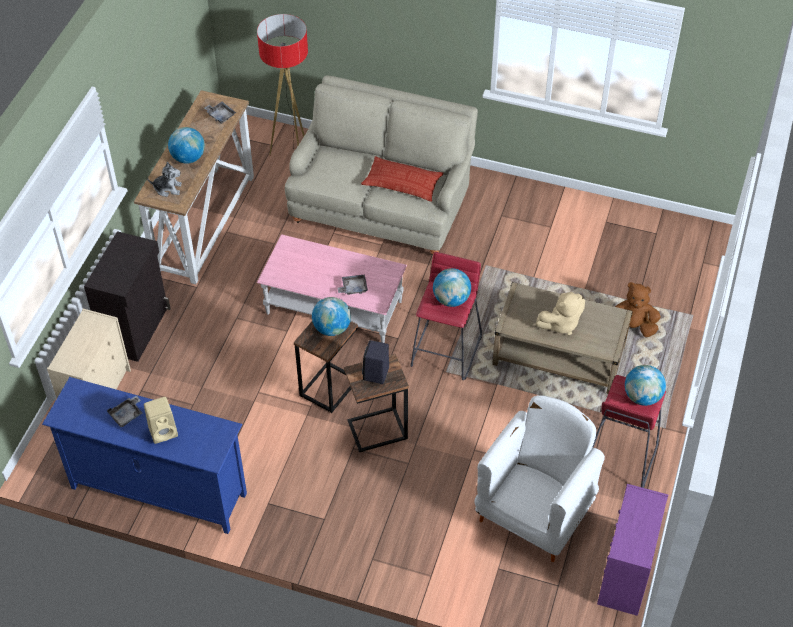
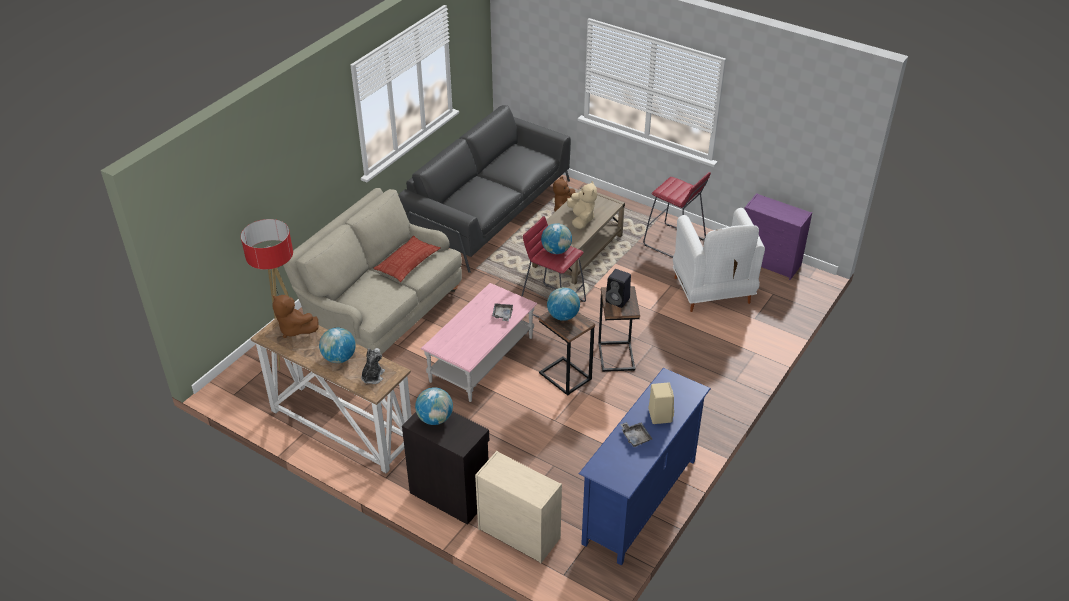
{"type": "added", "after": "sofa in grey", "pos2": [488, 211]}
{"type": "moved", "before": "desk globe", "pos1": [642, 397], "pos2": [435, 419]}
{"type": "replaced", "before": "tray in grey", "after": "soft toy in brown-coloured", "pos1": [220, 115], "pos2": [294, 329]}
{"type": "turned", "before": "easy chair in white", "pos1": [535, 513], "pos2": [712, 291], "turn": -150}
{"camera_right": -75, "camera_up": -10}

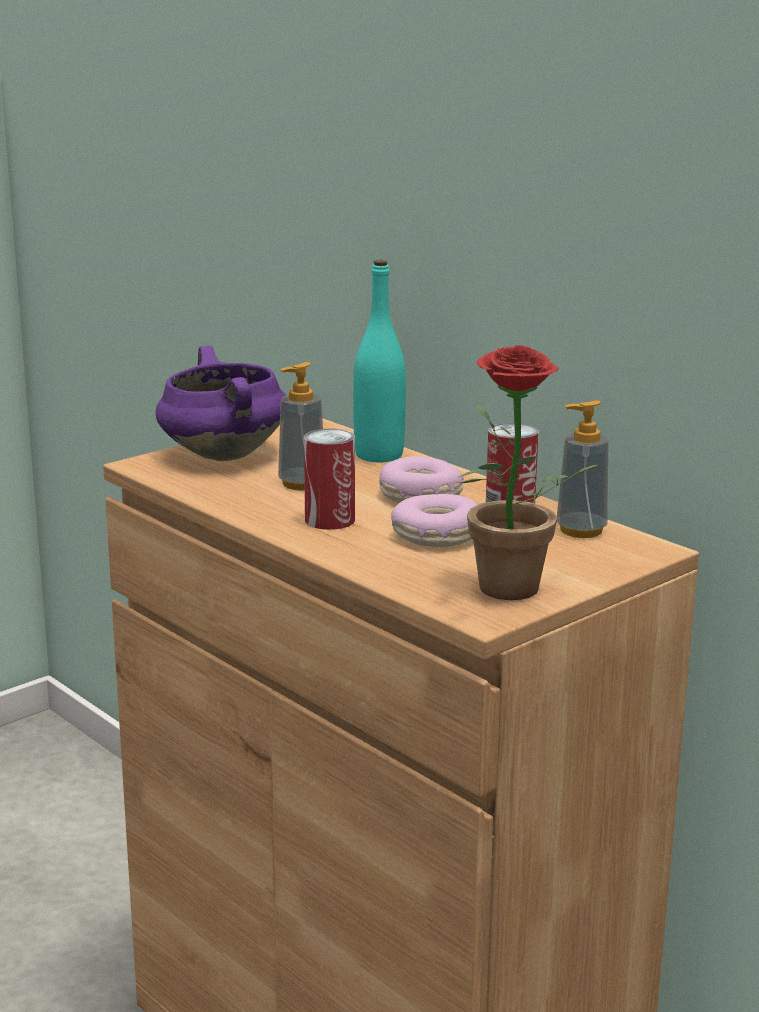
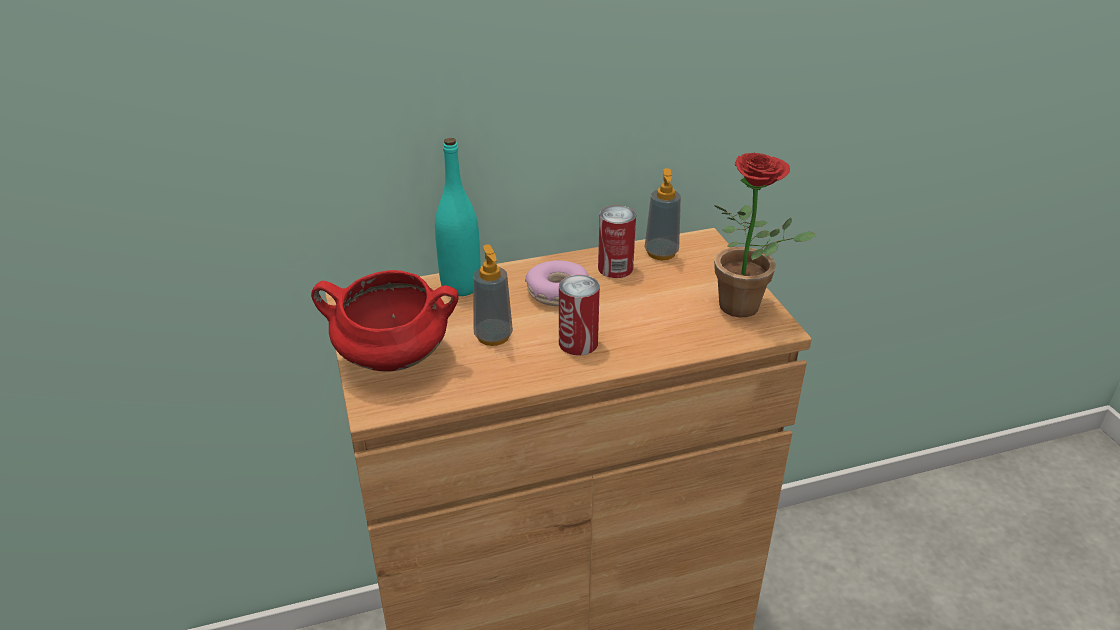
{"type": "removed", "before": "donut", "pos1": [437, 535]}
{"type": "recoloured", "before": "stockpot in purple", "after": "stockpot in reddish", "pos1": [221, 455], "pos2": [391, 359]}
{"camera_right": -65, "camera_up": 15}

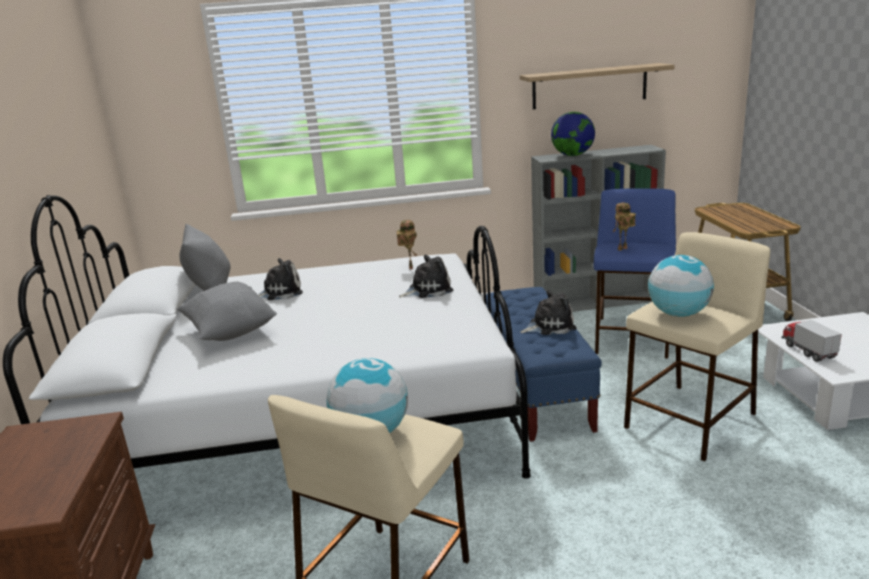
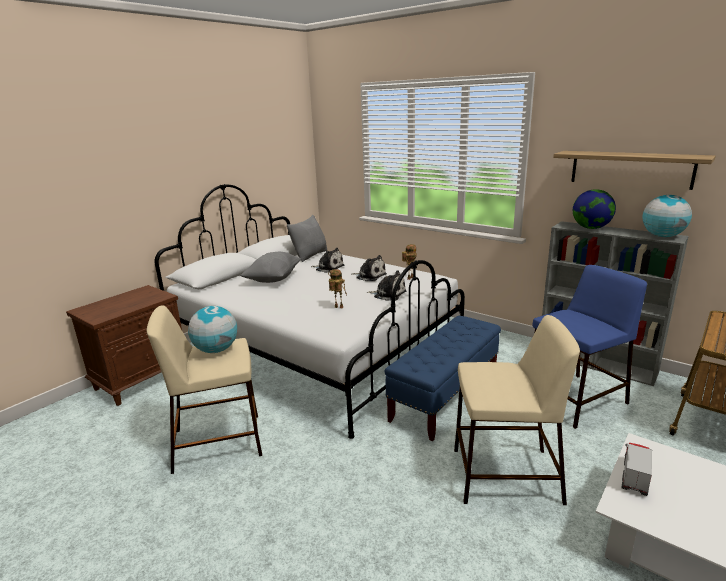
{"type": "moved", "before": "soft toy", "pos1": [549, 326], "pos2": [370, 276]}
{"type": "moved", "before": "toy robot", "pos1": [622, 249], "pos2": [338, 307]}
{"type": "moved", "before": "desk globe", "pos1": [678, 314], "pos2": [662, 236]}
{"camera_right": 45, "camera_up": 0}

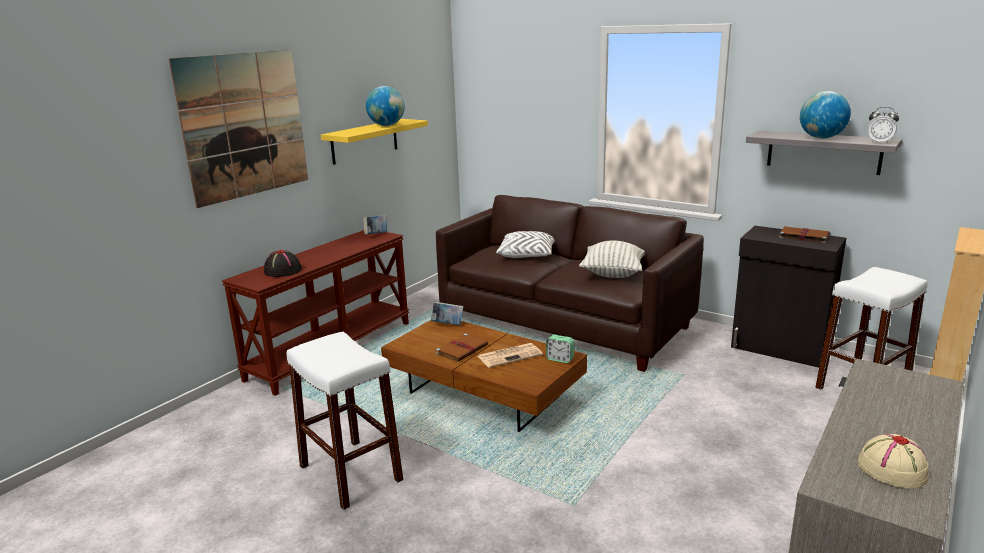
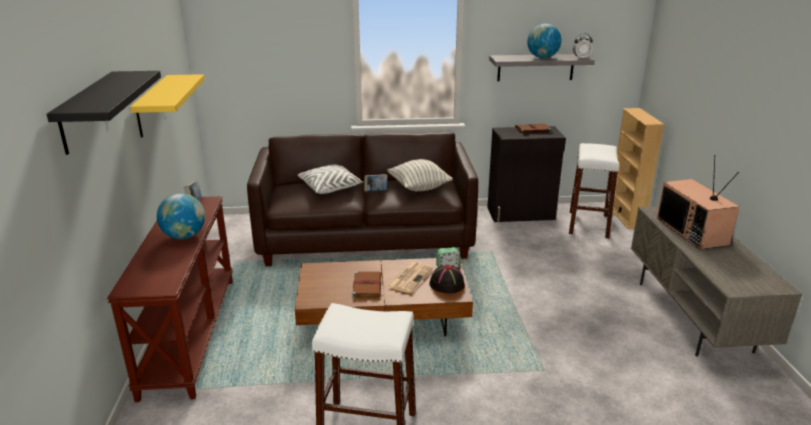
{"type": "removed", "before": "hat in beige", "pos1": [891, 469]}
{"type": "added", "after": "TV", "pos2": [693, 231]}
{"type": "moved", "before": "hat in black-coloured", "pos1": [282, 271], "pos2": [446, 284]}
{"type": "moved", "before": "desk globe", "pos1": [386, 125], "pos2": [184, 236]}
{"type": "moved", "before": "volume", "pos1": [448, 324], "pos2": [376, 192]}
{"type": "replaced", "before": "wall picture", "after": "wall shelf in black-coloured", "pos1": [244, 125], "pos2": [87, 111]}
{"camera_right": -40, "camera_up": 5}

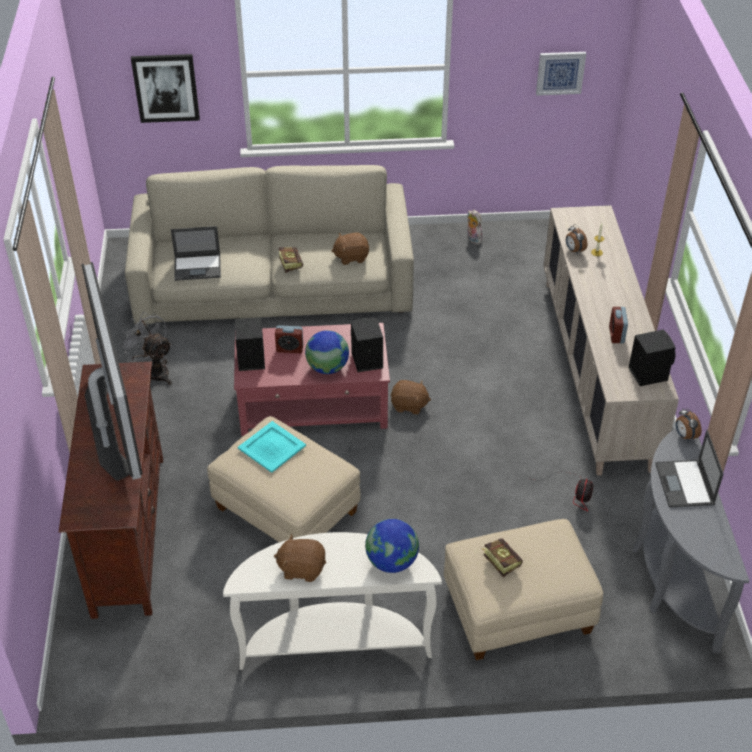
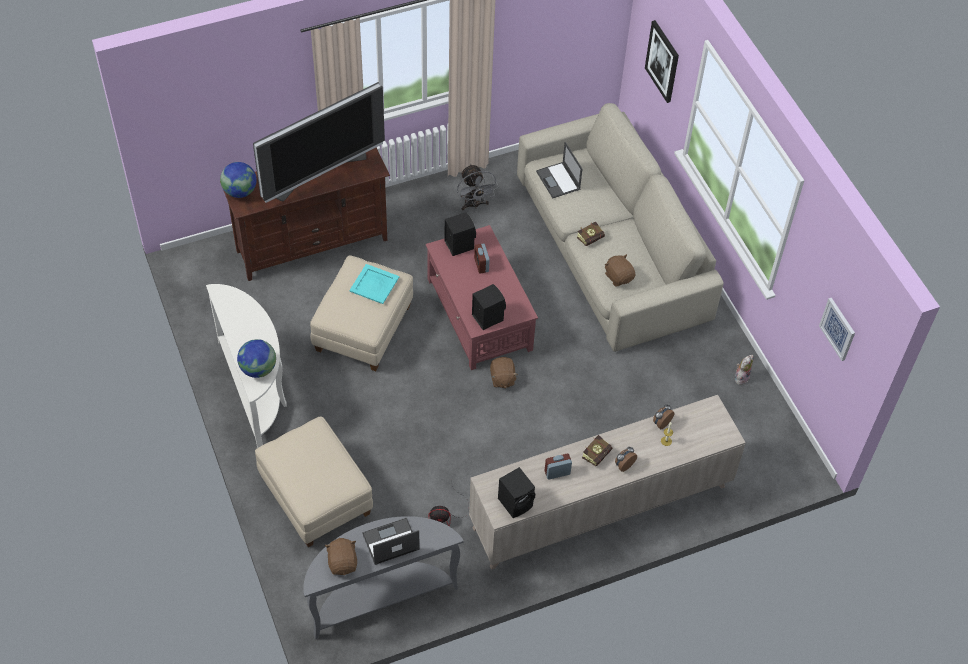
{"type": "moved", "before": "soft toy in brown-coloured", "pos1": [302, 568], "pos2": [343, 562]}
{"type": "moved", "before": "desk globe", "pos1": [327, 368], "pos2": [240, 191]}
{"type": "moved", "before": "volume", "pos1": [499, 560], "pos2": [598, 454]}
{"type": "moved", "before": "bedside clock", "pos1": [684, 436], "pos2": [623, 465]}
{"type": "turned", "before": "electric fan in grey", "pos1": [154, 371], "pos2": [474, 205], "turn": 135}
{"camera_right": 70, "camera_up": 10}

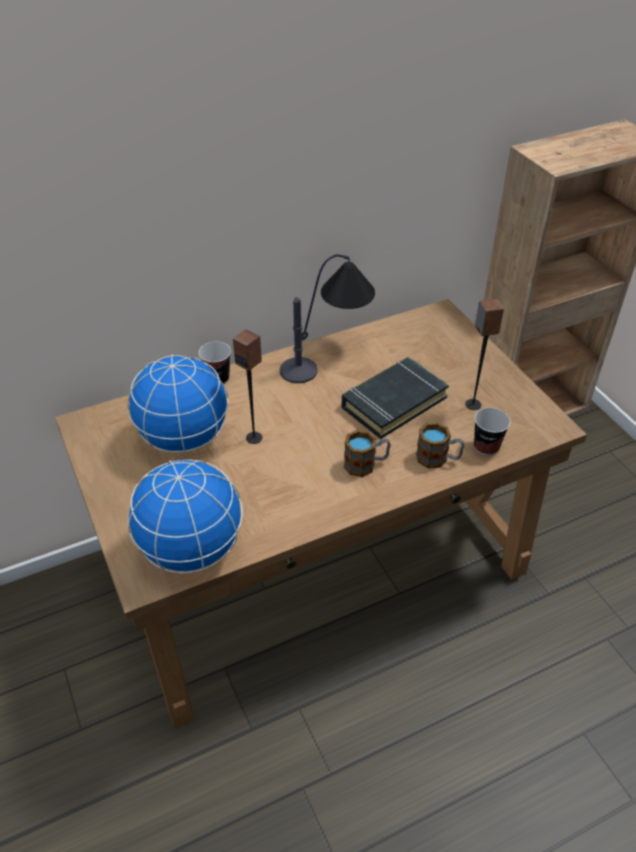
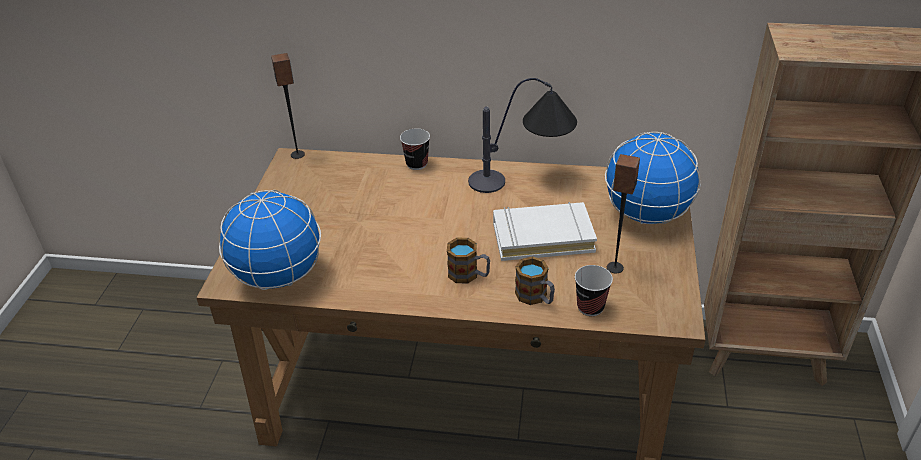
{"type": "moved", "before": "desk globe", "pos1": [184, 439], "pos2": [646, 215]}
{"type": "moved", "before": "speaker", "pos1": [254, 437], "pos2": [298, 154]}
{"type": "recoloured", "before": "volume in black-coloured", "after": "volume in white", "pos1": [393, 402], "pos2": [542, 237]}
{"camera_right": 35, "camera_up": -5}

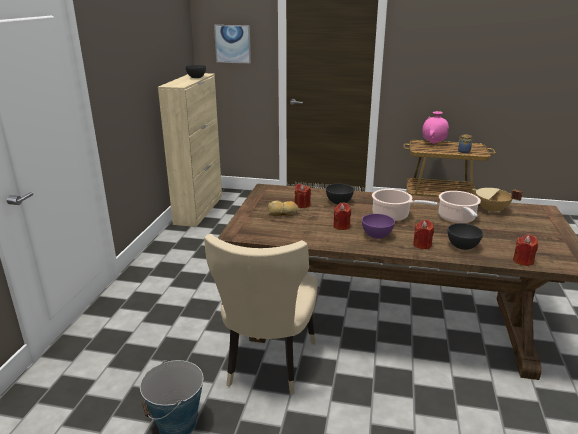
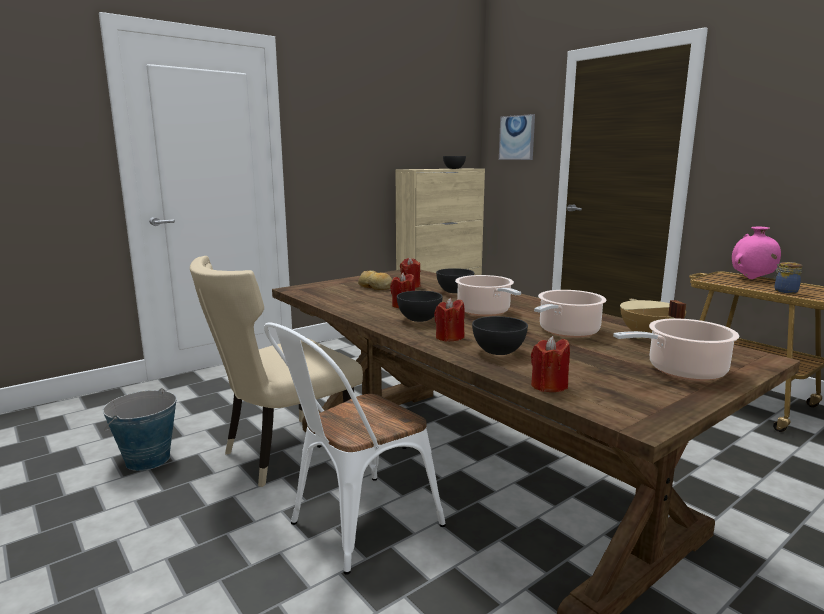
{"type": "added", "after": "plain chair in white", "pos2": [354, 526]}
{"type": "added", "after": "stockpot", "pos2": [682, 371]}
{"type": "recoloured", "before": "serving bowl in purple", "after": "serving bowl in grey", "pos1": [376, 235], "pos2": [419, 319]}
{"camera_right": 40, "camera_up": -10}

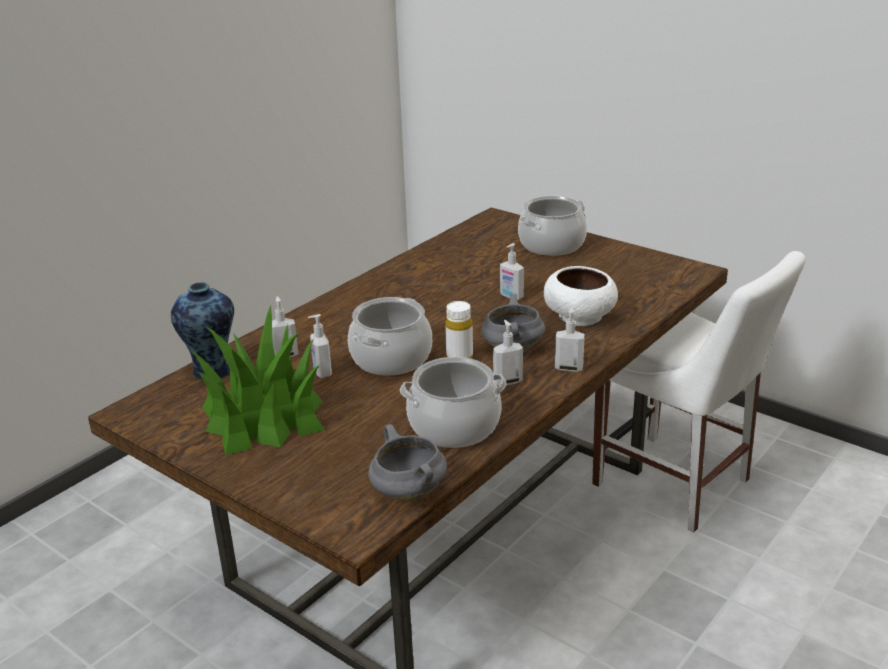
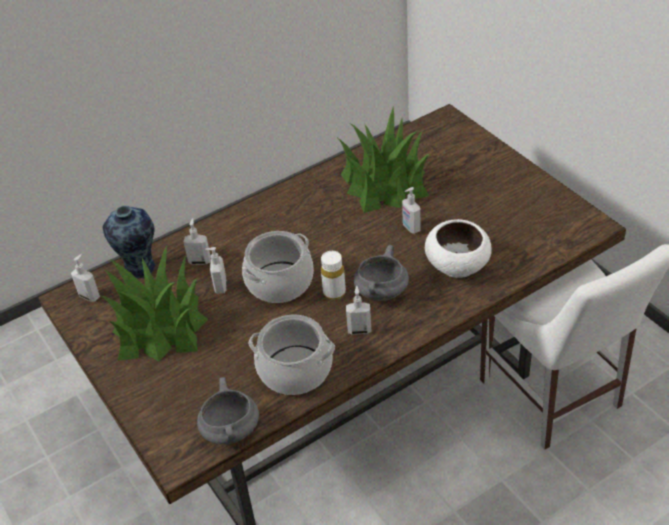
{"type": "removed", "before": "stockpot", "pos1": [552, 245]}
{"type": "added", "after": "plant in a pot", "pos2": [385, 184]}
{"type": "moved", "before": "soap dispenser", "pos1": [569, 368], "pos2": [90, 296]}
{"camera_right": 20, "camera_up": 15}

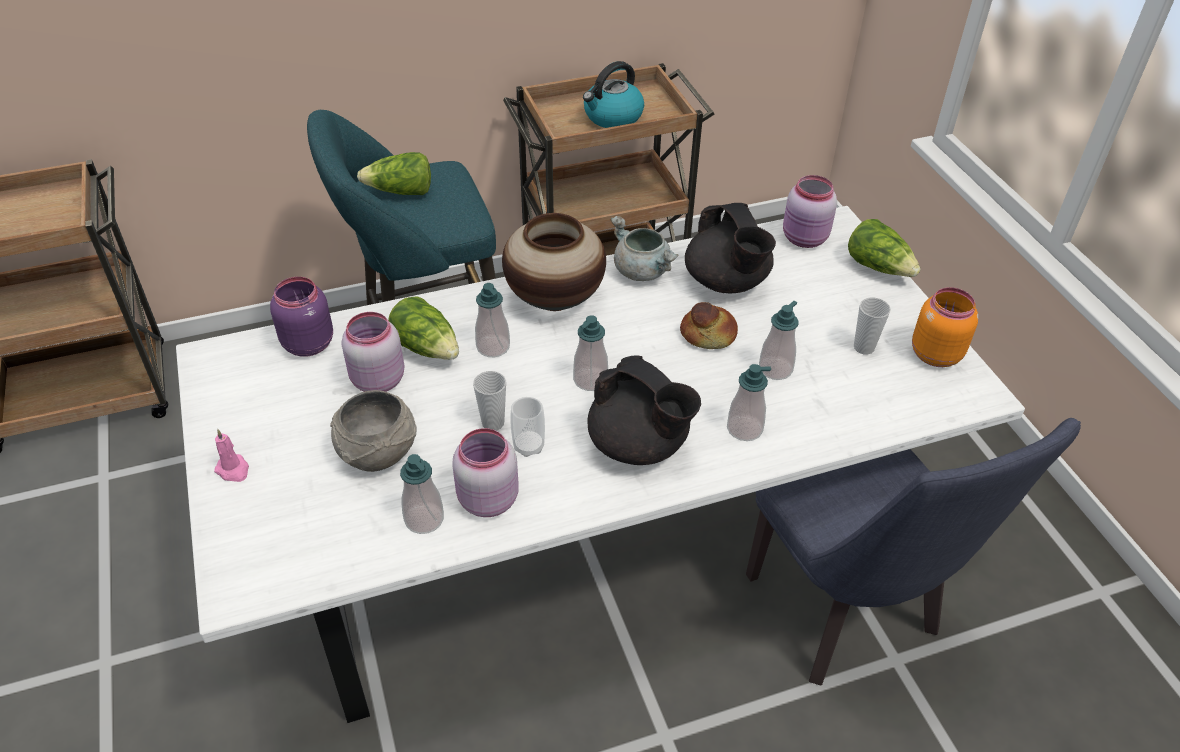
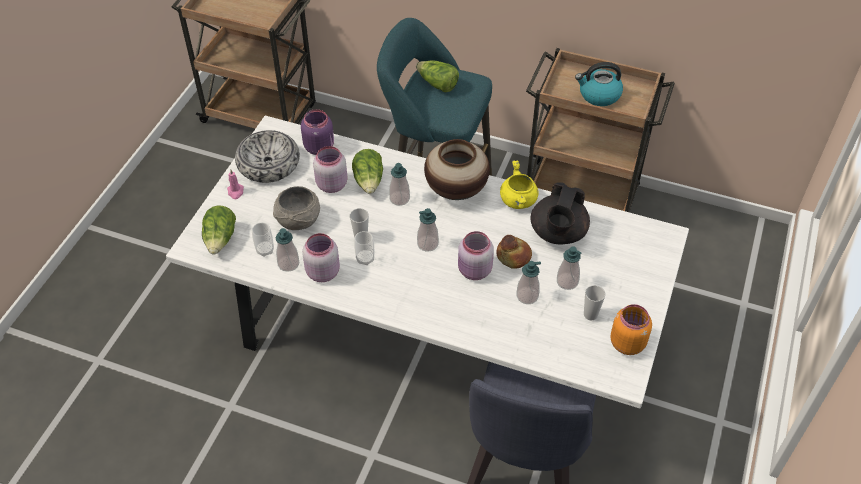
{"type": "removed", "before": "tea pot in black-coloured", "pos1": [639, 445]}
{"type": "added", "after": "serving bowl", "pos2": [268, 163]}
{"type": "added", "after": "small cup", "pos2": [265, 250]}
{"type": "moved", "before": "soap dispenser", "pos1": [744, 429], "pos2": [567, 282]}
{"type": "moved", "before": "storage jar in pink-coloured", "pos1": [805, 239], "pos2": [474, 271]}
{"type": "moved", "before": "head of lettuce", "pos1": [879, 267], "pos2": [220, 239]}
{"type": "recoloured", "before": "stockpot in grey", "after": "stockpot in yellow", "pos1": [643, 271], "pos2": [519, 201]}
{"camera_right": 40, "camera_up": 5}

